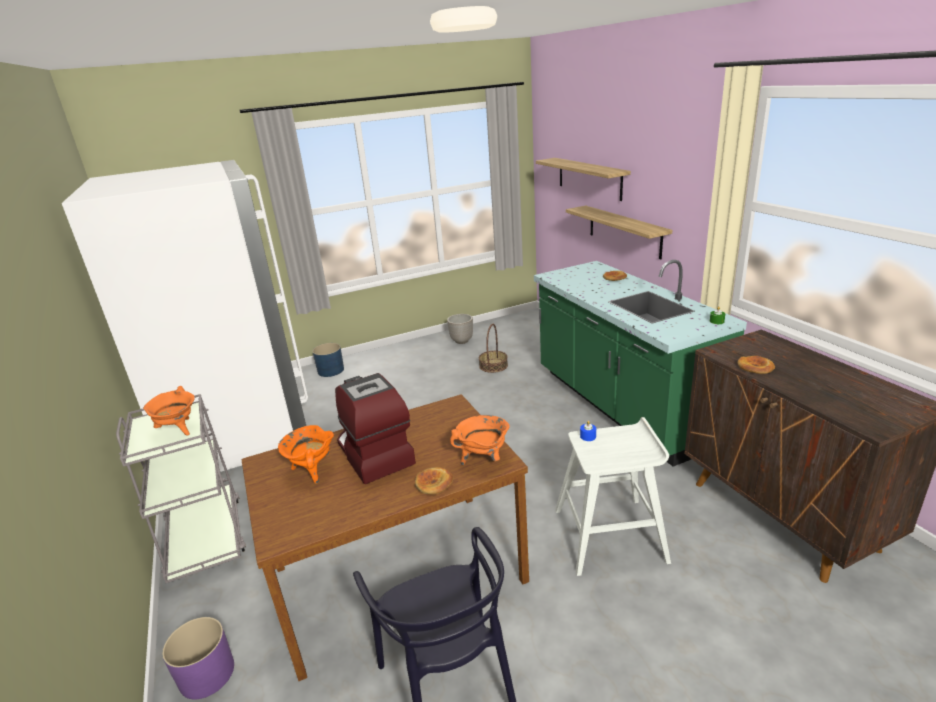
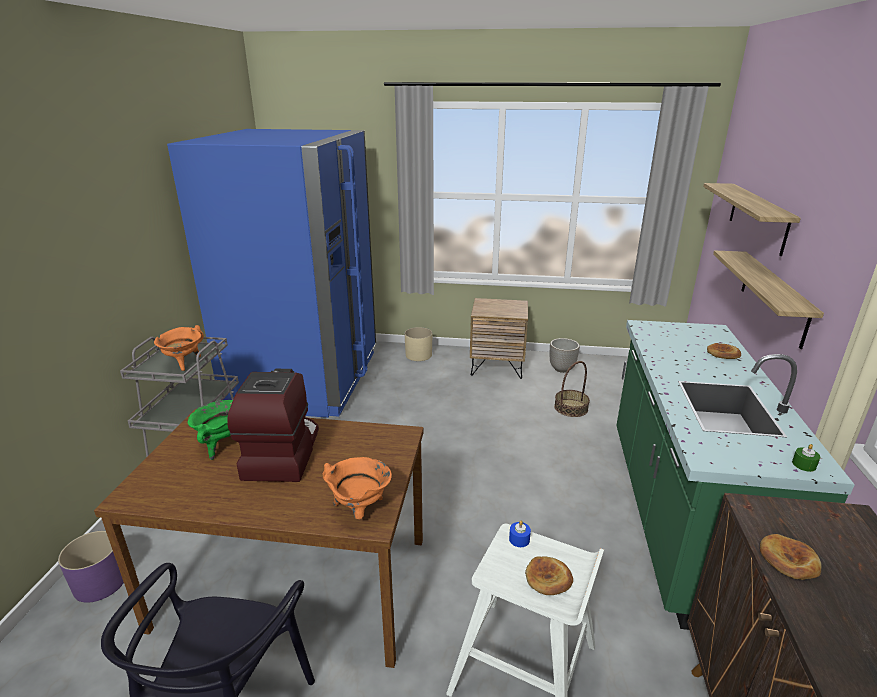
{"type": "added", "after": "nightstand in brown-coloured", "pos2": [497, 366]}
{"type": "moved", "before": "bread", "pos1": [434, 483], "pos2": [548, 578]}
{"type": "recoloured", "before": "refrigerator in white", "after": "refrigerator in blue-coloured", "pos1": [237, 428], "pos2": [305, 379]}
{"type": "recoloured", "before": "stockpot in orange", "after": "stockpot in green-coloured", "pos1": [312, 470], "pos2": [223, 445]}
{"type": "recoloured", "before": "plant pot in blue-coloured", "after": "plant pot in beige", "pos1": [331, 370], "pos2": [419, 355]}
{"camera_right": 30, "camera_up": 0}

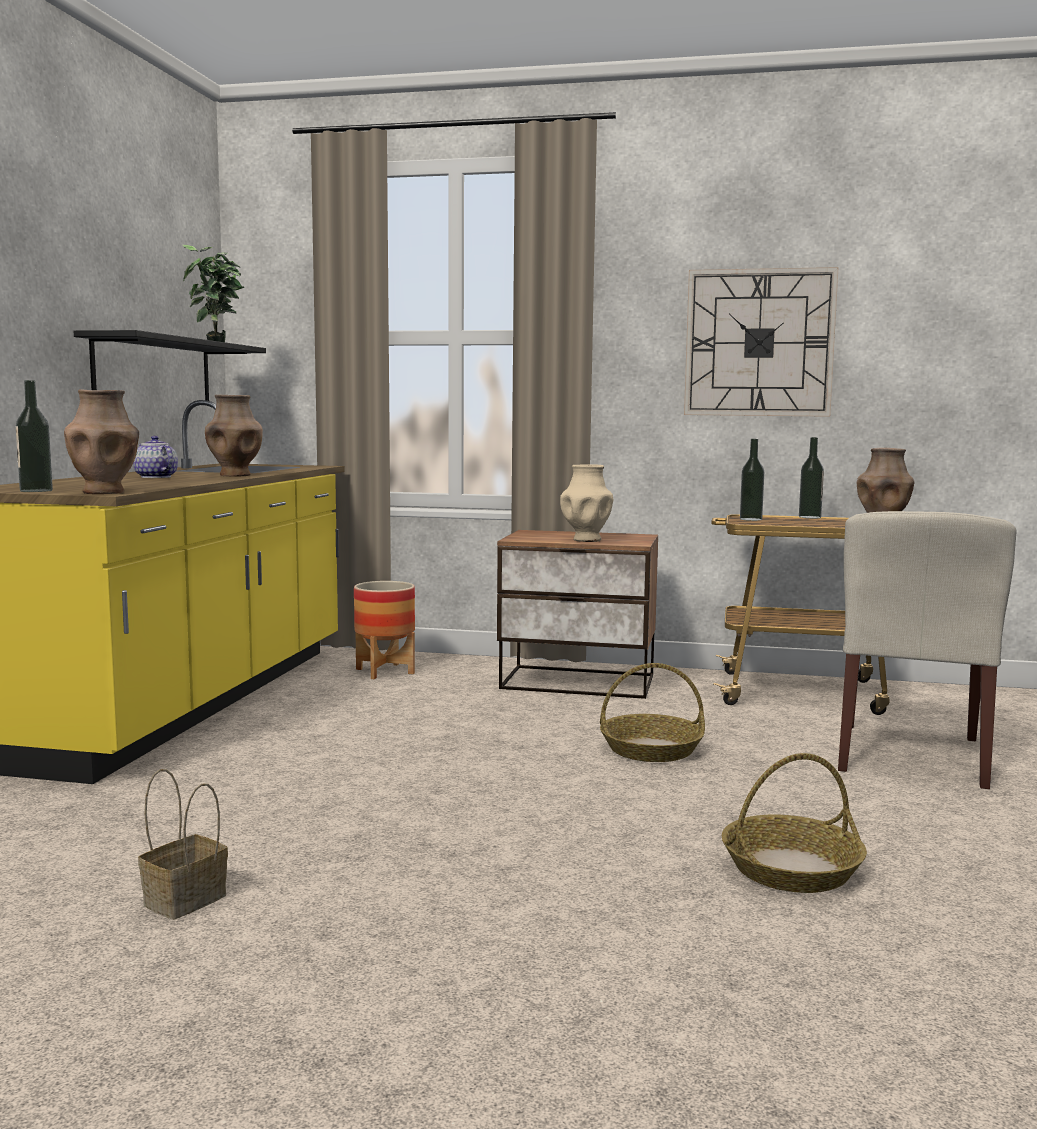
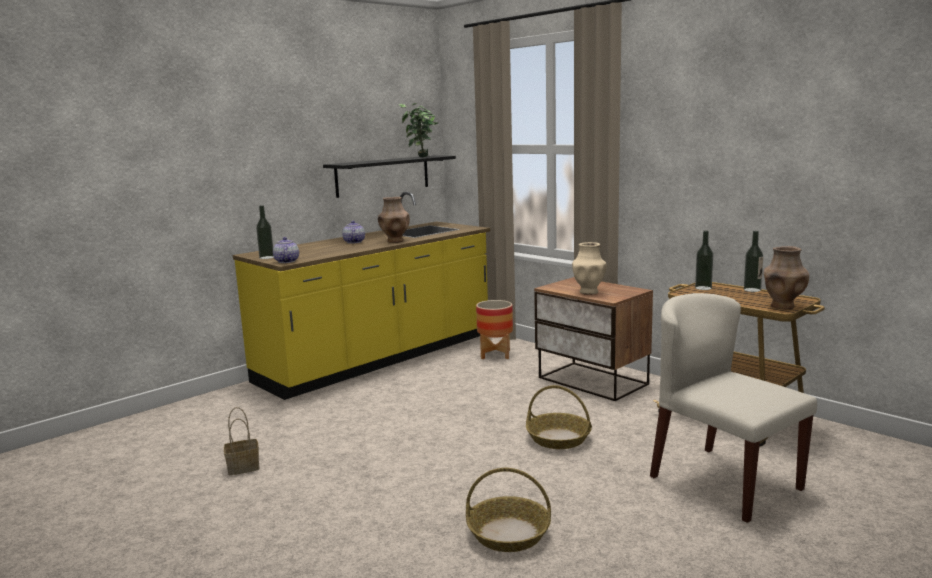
{"type": "removed", "before": "clock on the wall", "pos1": [759, 343]}
{"type": "replaced", "before": "flower vase in brown-coloured", "after": "tea pot", "pos1": [105, 492], "pos2": [286, 261]}
{"type": "turned", "before": "plain chair in beige", "pos1": [911, 755], "pos2": [723, 482], "turn": 90}
{"camera_right": 35, "camera_up": 5}

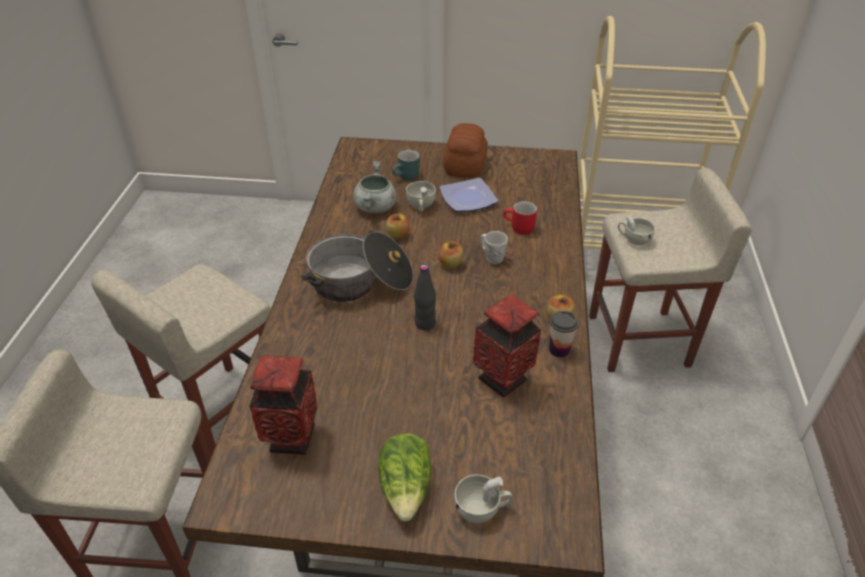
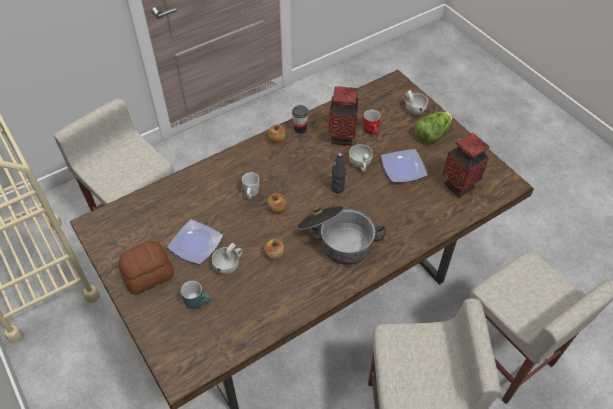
{"type": "removed", "before": "stockpot in grey", "pos1": [376, 207]}
{"type": "added", "after": "flat dish", "pos2": [402, 168]}
{"type": "moved", "before": "mug in reddish", "pos1": [518, 228], "pos2": [372, 130]}
{"type": "moved", "before": "small cup in white", "pos1": [633, 239], "pos2": [360, 164]}
{"camera_right": -130, "camera_up": 10}

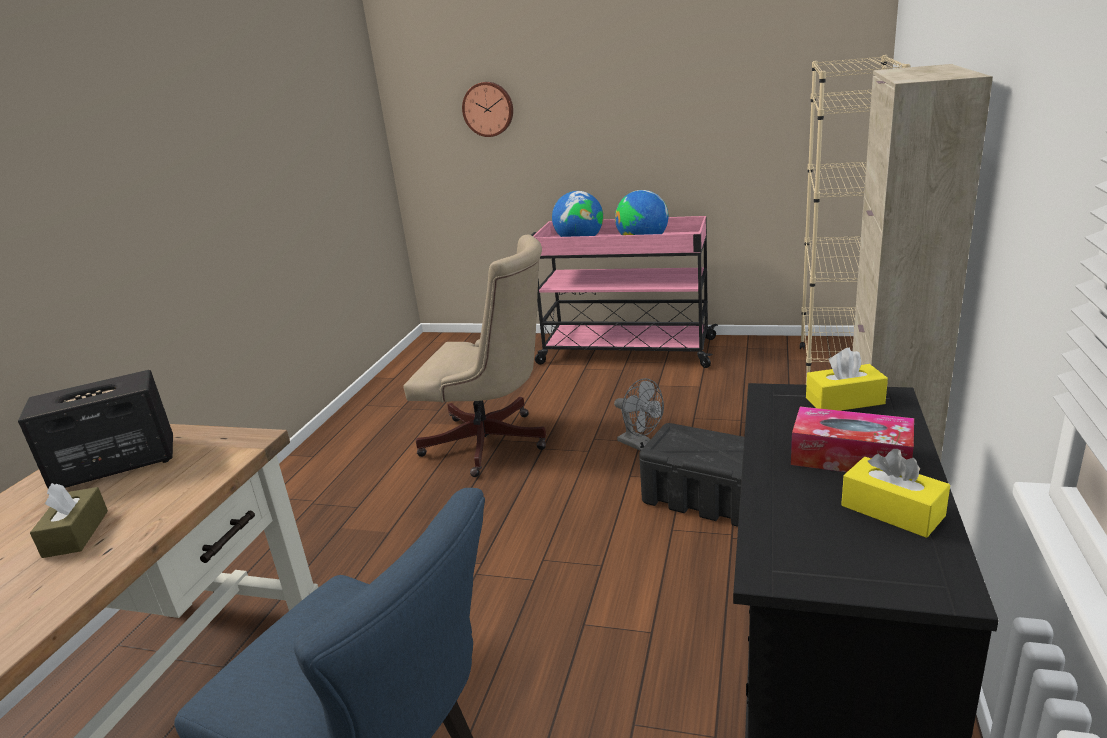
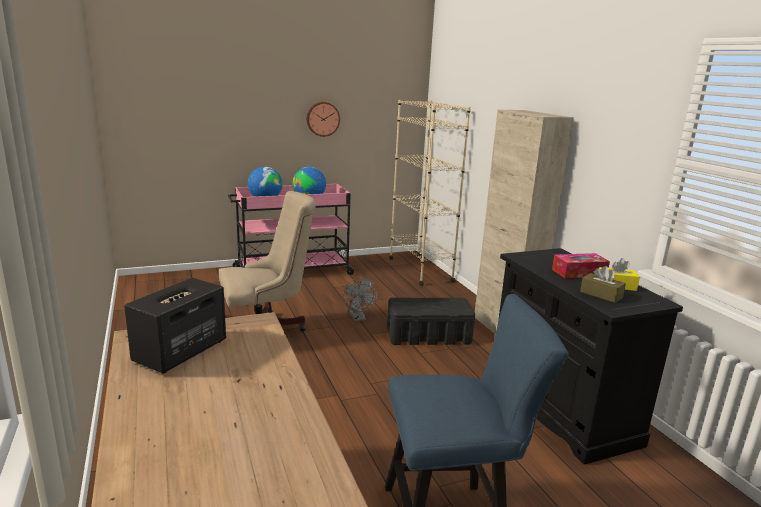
{"type": "removed", "before": "box of tissues in yellow", "pos1": [844, 401]}
{"type": "moved", "before": "box of tissues in brown-coloured", "pos1": [76, 533], "pos2": [601, 294]}
{"type": "moved", "before": "clock on the wall", "pos1": [488, 109], "pos2": [322, 119]}
{"type": "turned", "before": "electric fan in grey", "pos1": [640, 444], "pos2": [358, 318], "turn": 60}
{"camera_right": -40, "camera_up": -5}

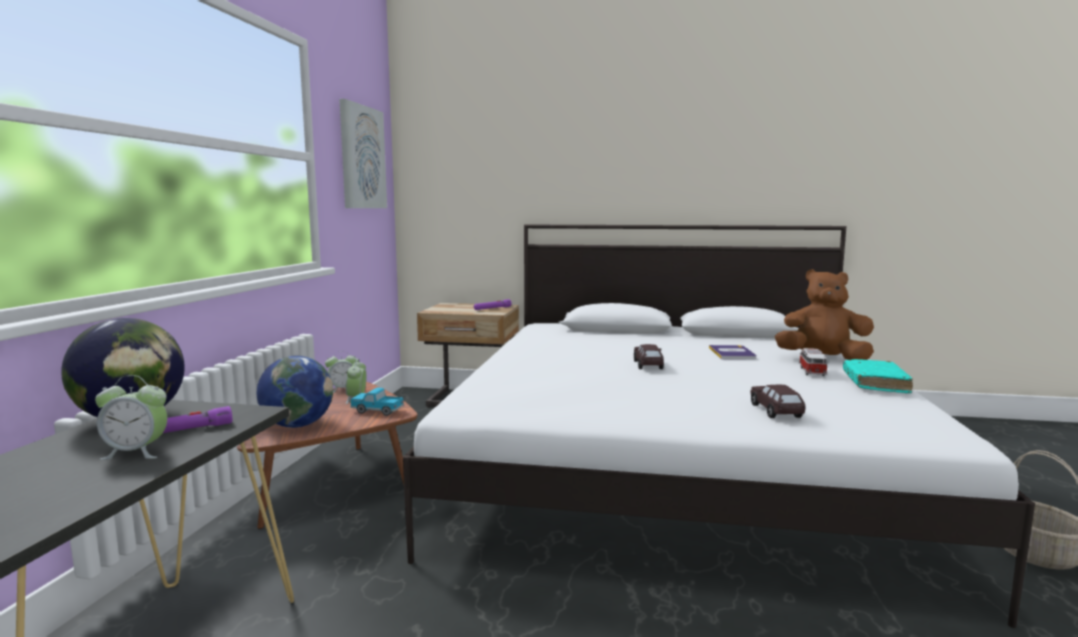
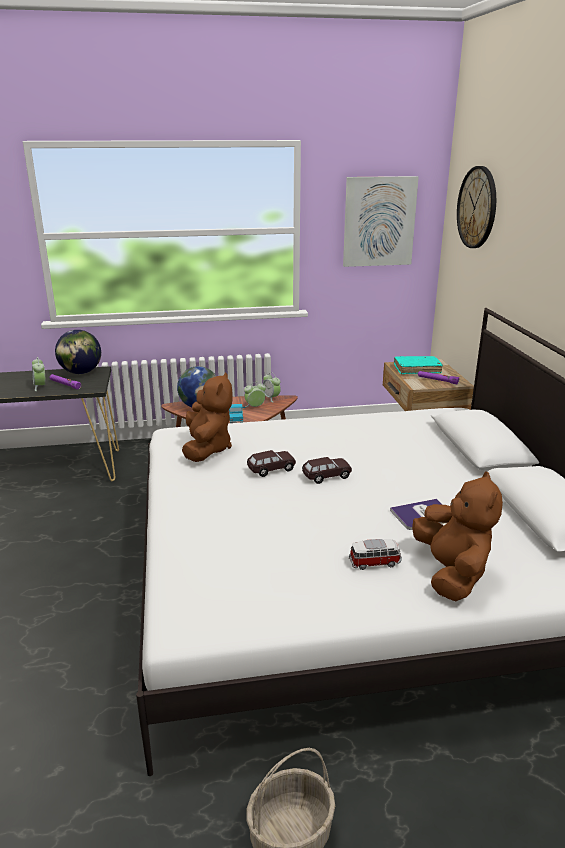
{"type": "added", "after": "soft toy in brown-coloured", "pos2": [207, 449]}
{"type": "added", "after": "clock on the wall", "pos2": [477, 207]}
{"type": "moved", "before": "toy car in brown-coloured", "pos1": [776, 411], "pos2": [271, 469]}
{"type": "moved", "before": "volume in turquoise-coloured", "pos1": [875, 383], "pos2": [417, 369]}
{"camera_right": 70, "camera_up": 15}

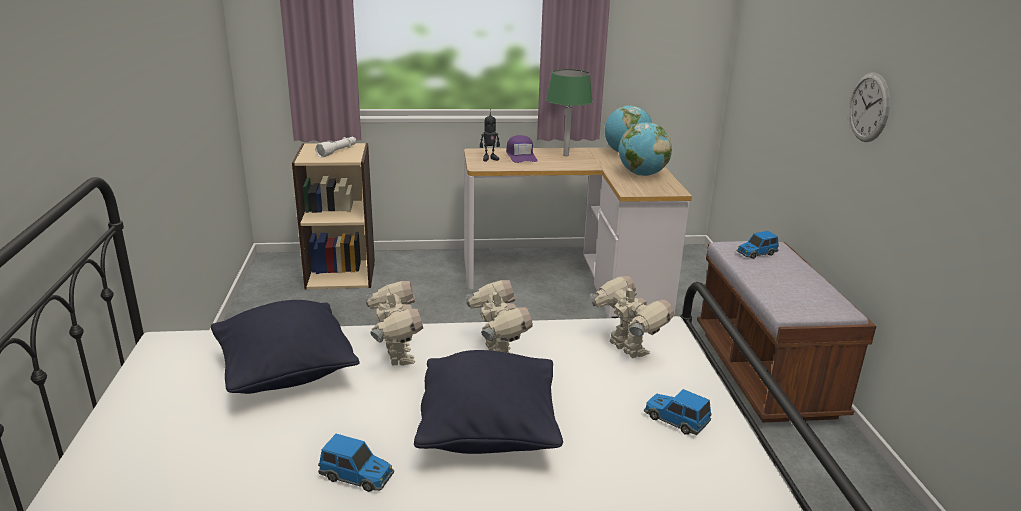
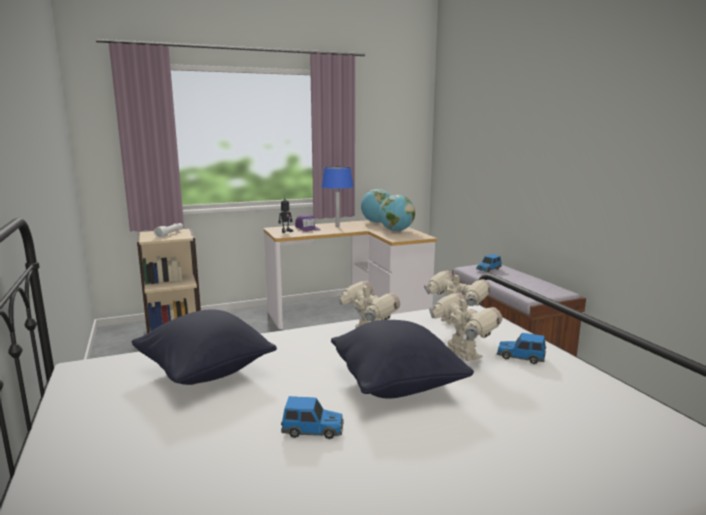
{"type": "removed", "before": "clock on the wall", "pos1": [869, 107]}
{"type": "moved", "before": "toy robot", "pos1": [396, 357], "pos2": [461, 355]}
{"type": "recoloured", "before": "table lamp in green-coloured", "after": "table lamp in blue-coloured", "pos1": [565, 155], "pos2": [337, 226]}
{"camera_right": -15, "camera_up": -10}

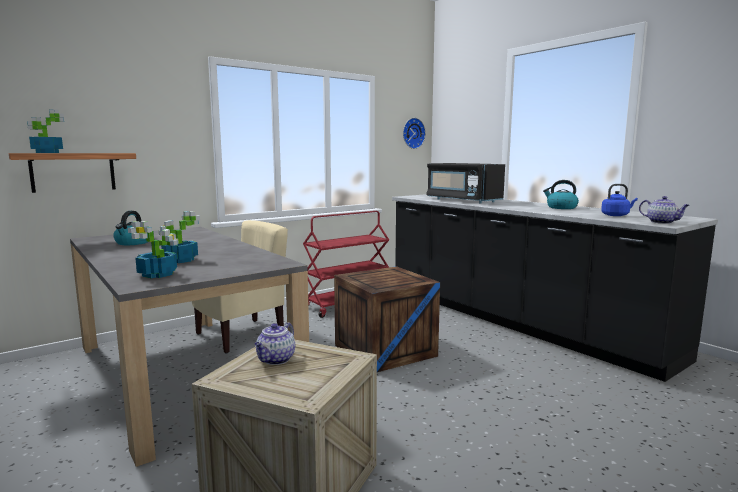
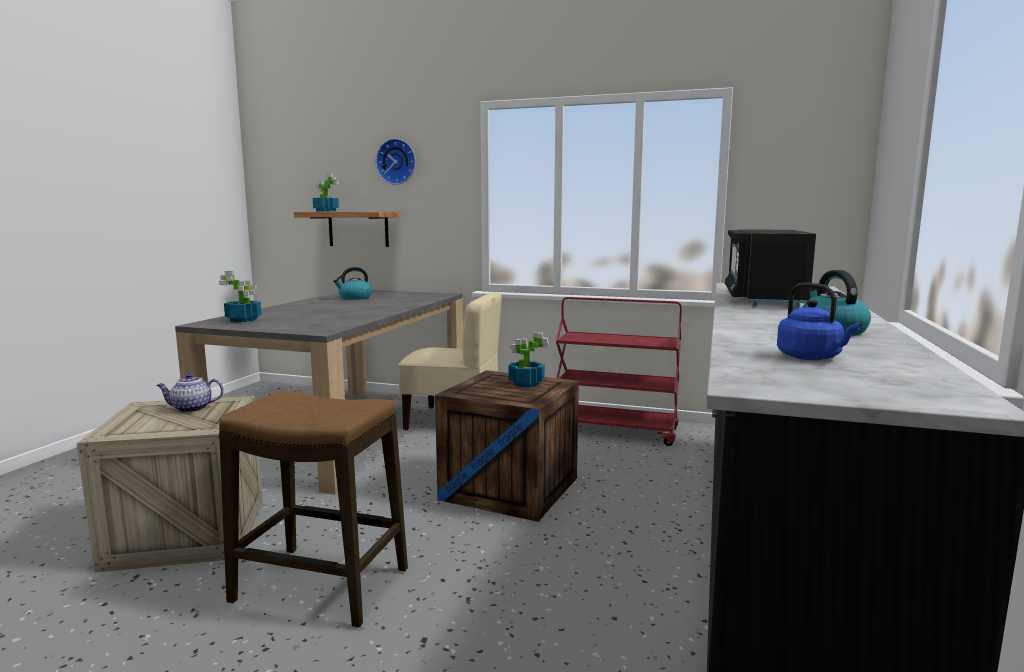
{"type": "removed", "before": "tea pot", "pos1": [662, 222]}
{"type": "added", "after": "stool seat", "pos2": [320, 585]}
{"type": "moved", "before": "plant in a pot", "pos1": [180, 260], "pos2": [526, 383]}
{"type": "moved", "before": "clock on the wall", "pos1": [412, 133], "pos2": [397, 162]}
{"camera_right": 55, "camera_up": 0}

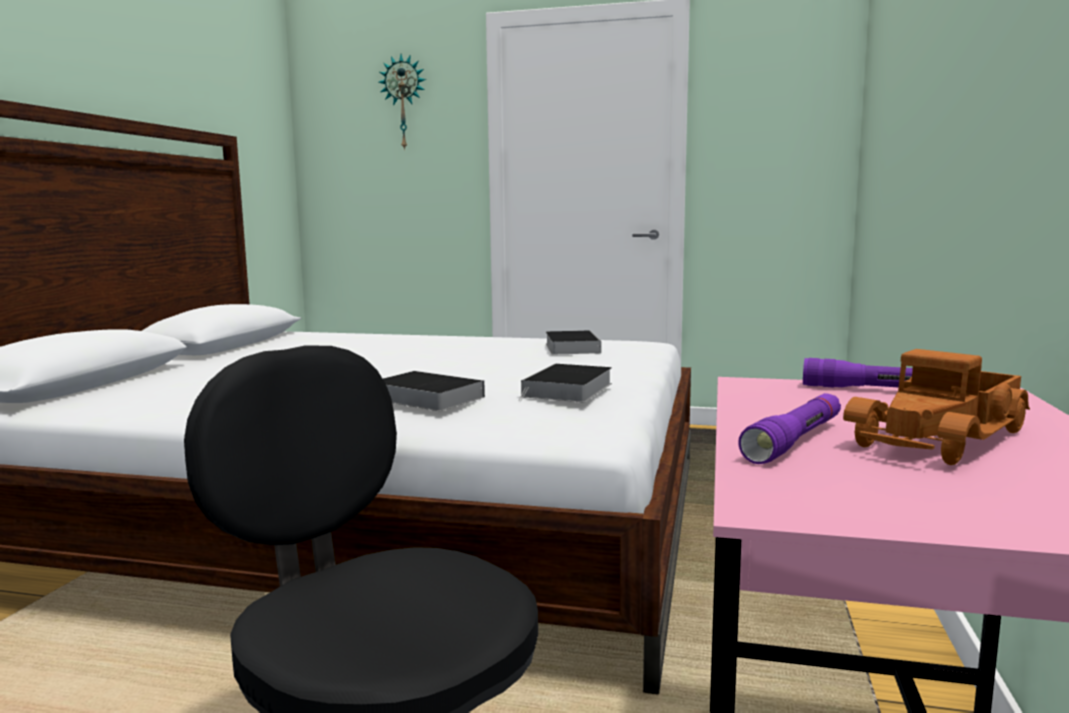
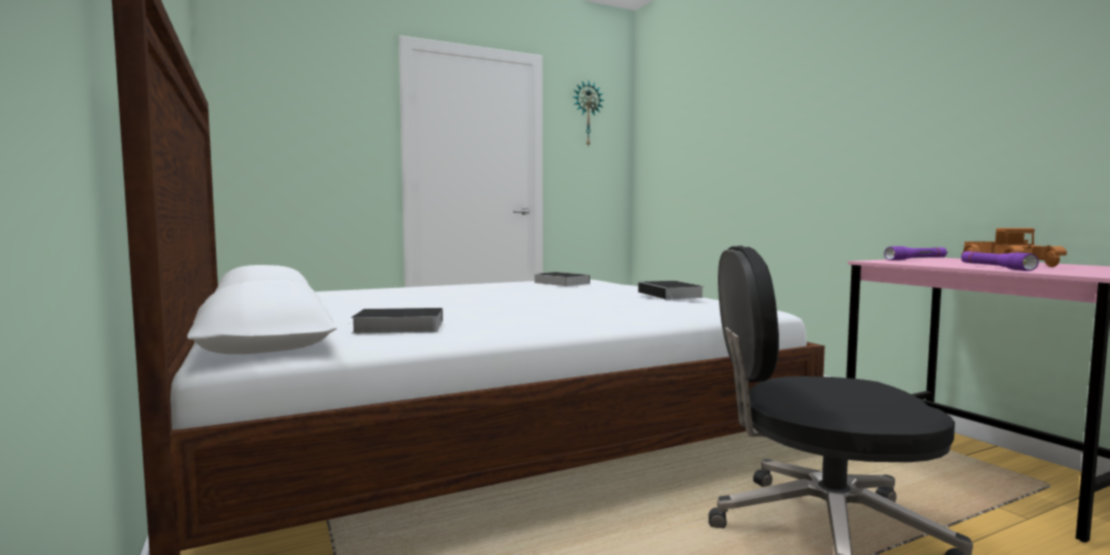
{"type": "moved", "before": "clock on the wall", "pos1": [404, 103], "pos2": [587, 114]}
{"type": "moved", "before": "volume", "pos1": [424, 397], "pos2": [396, 327]}
{"camera_right": -40, "camera_up": -5}

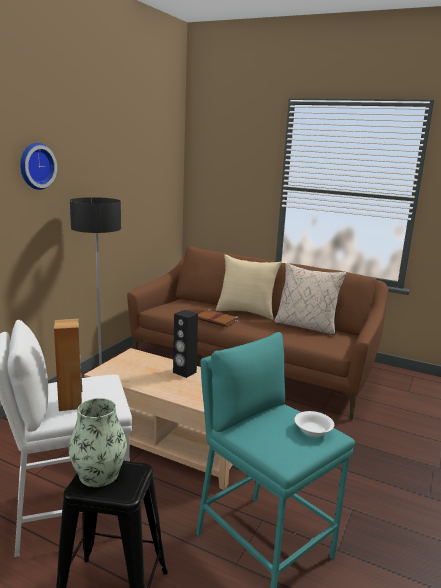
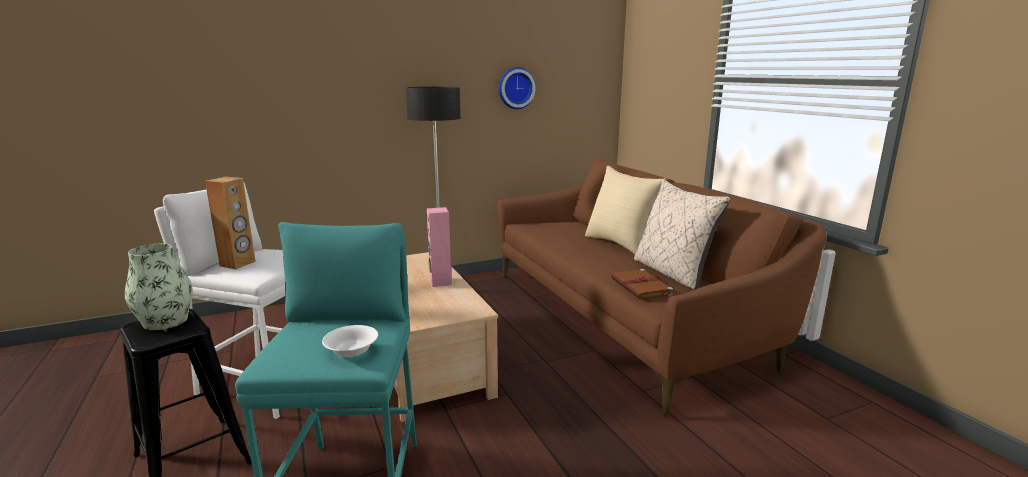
{"type": "moved", "before": "clock on the wall", "pos1": [35, 166], "pos2": [515, 88]}
{"type": "moved", "before": "volume in brown-coloured", "pos1": [217, 320], "pos2": [641, 287]}
{"type": "recoloured", "before": "speaker in black-coloured", "after": "speaker in pink-coloured", "pos1": [184, 372], "pos2": [440, 282]}
{"camera_right": 40, "camera_up": 0}

